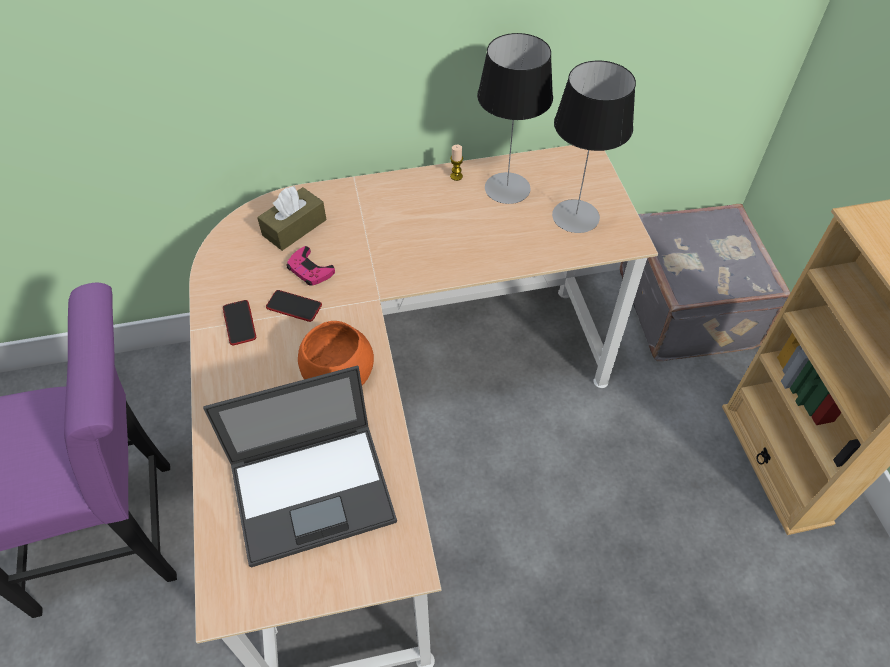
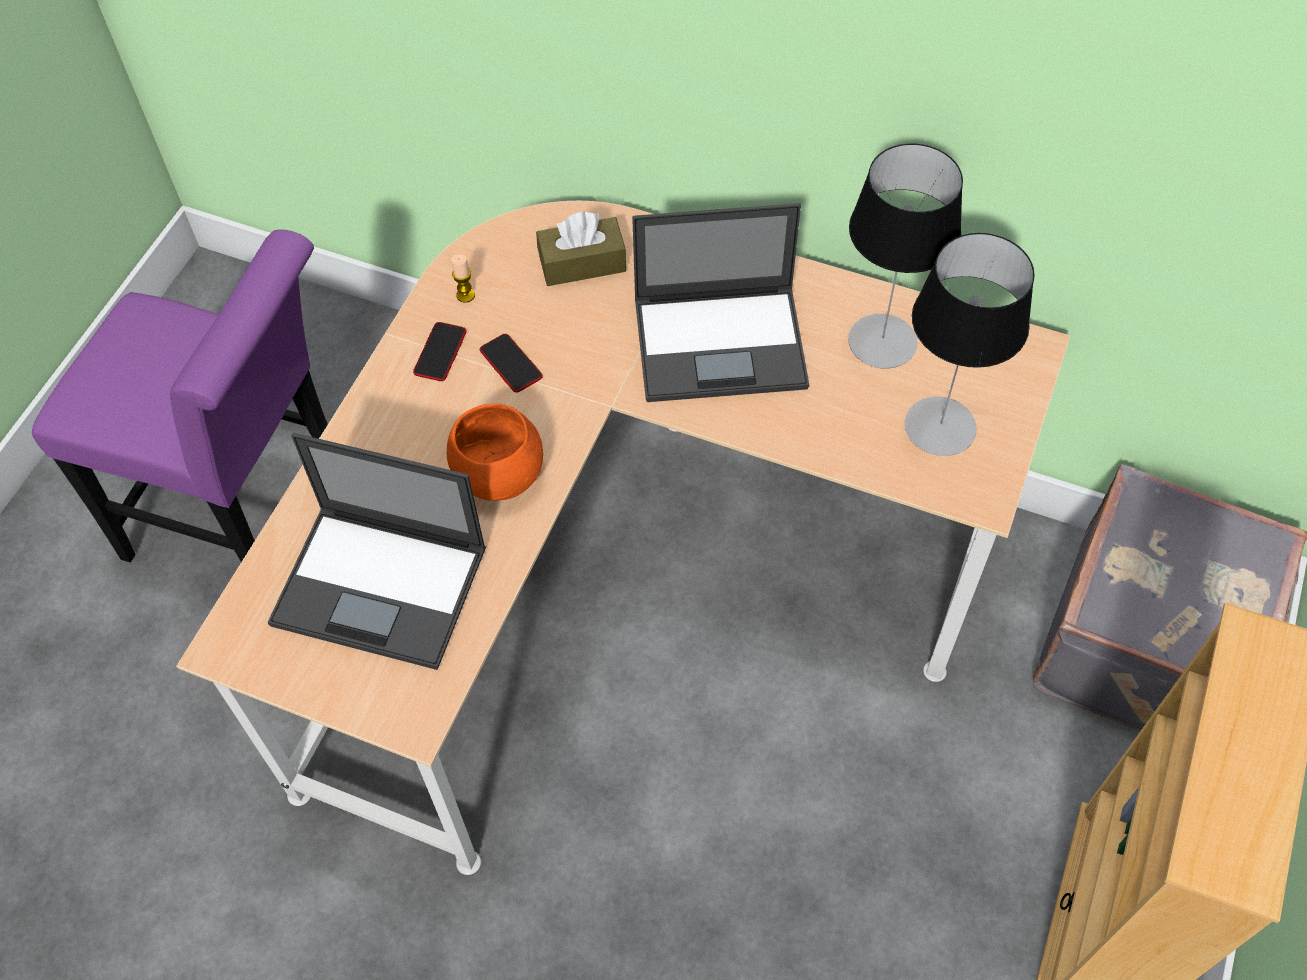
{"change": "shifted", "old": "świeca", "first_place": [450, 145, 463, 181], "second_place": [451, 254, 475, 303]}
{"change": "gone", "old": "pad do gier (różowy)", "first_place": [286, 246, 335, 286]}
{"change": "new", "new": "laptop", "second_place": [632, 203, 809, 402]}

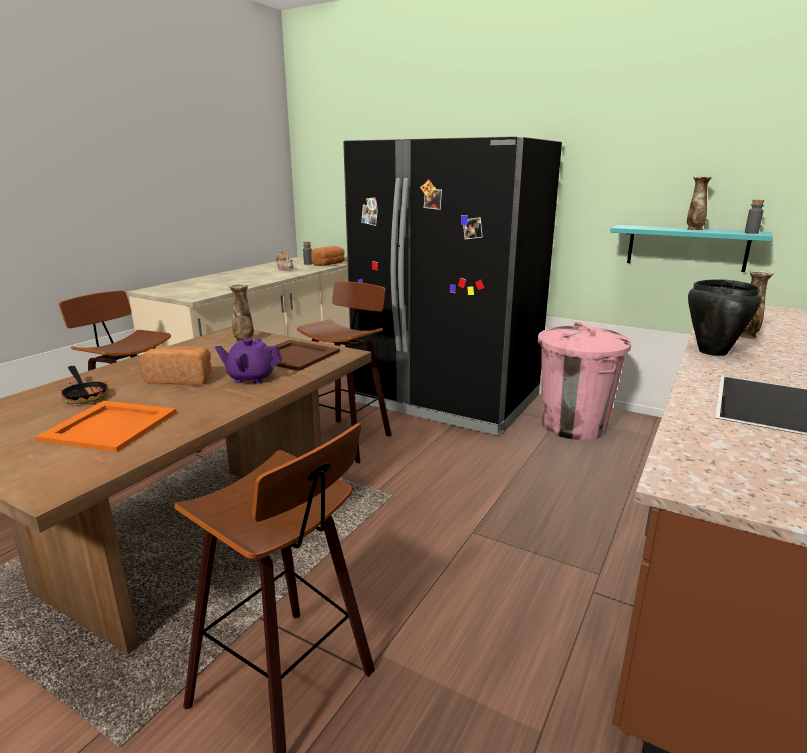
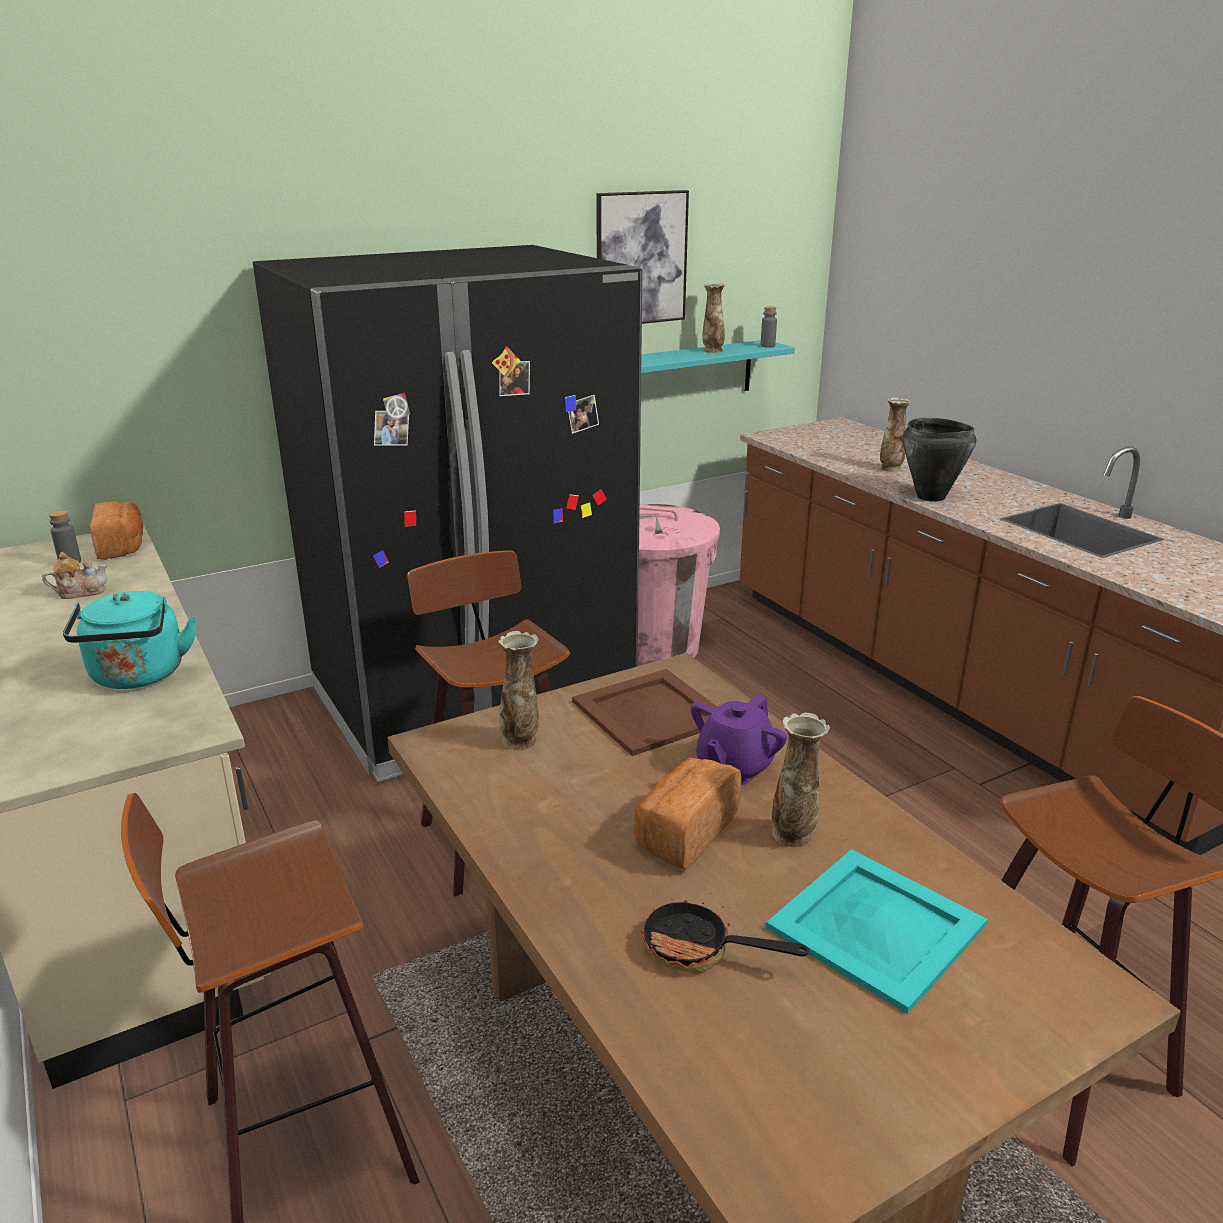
{"change": "rotated", "old": "patelnia", "first_place": [58, 366, 108, 404], "second_place": [641, 893, 809, 972], "degrees": -150}
{"change": "repainted", "old": "taca (pomarańczowy)", "new": "taca (turkusowy)", "first_place": [35, 401, 177, 452], "second_place": [766, 849, 988, 1014]}
{"change": "new", "new": "obraz", "second_place": [596, 190, 689, 324]}
{"change": "new", "new": "czajnik (turkusowy)", "second_place": [63, 591, 197, 689]}
{"change": "new", "new": "wazon", "second_place": [772, 713, 830, 848]}

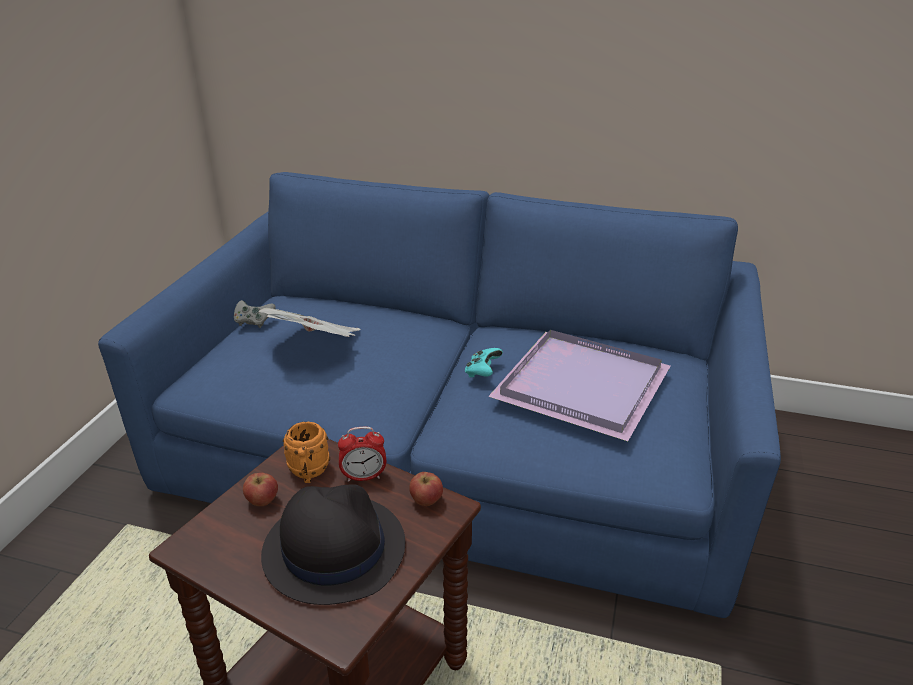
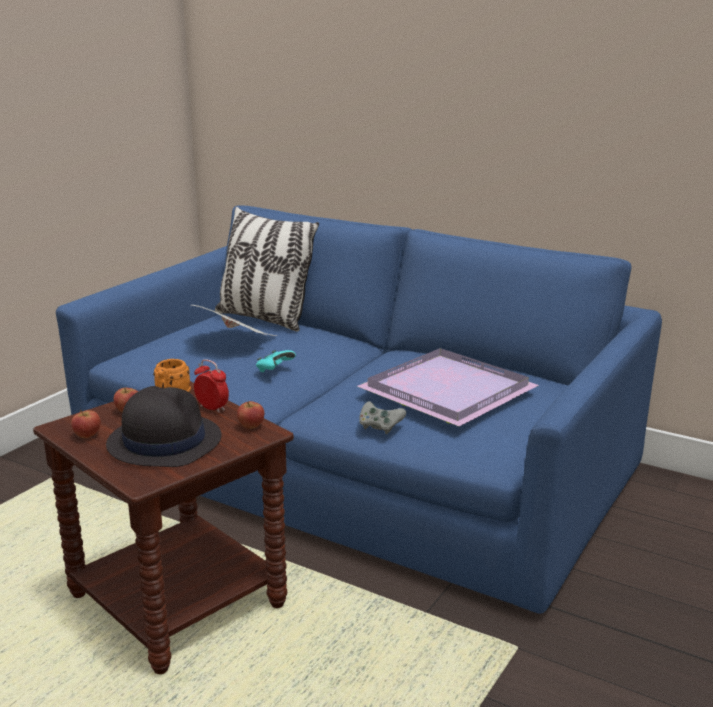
{"change": "shifted", "old": "pad do gier (szary)", "first_place": [234, 300, 276, 328], "second_place": [359, 401, 406, 434]}
{"change": "shifted", "old": "pad do gier (turkusowy)", "first_place": [465, 348, 503, 378], "second_place": [256, 350, 296, 372]}
{"change": "rotated", "old": "budzik", "first_place": [338, 427, 386, 482], "second_place": [194, 359, 229, 413], "degrees": -150}
{"change": "new", "new": "poduszka", "second_place": [215, 207, 319, 332]}
{"change": "new", "new": "jabłko", "second_place": [71, 410, 101, 438]}

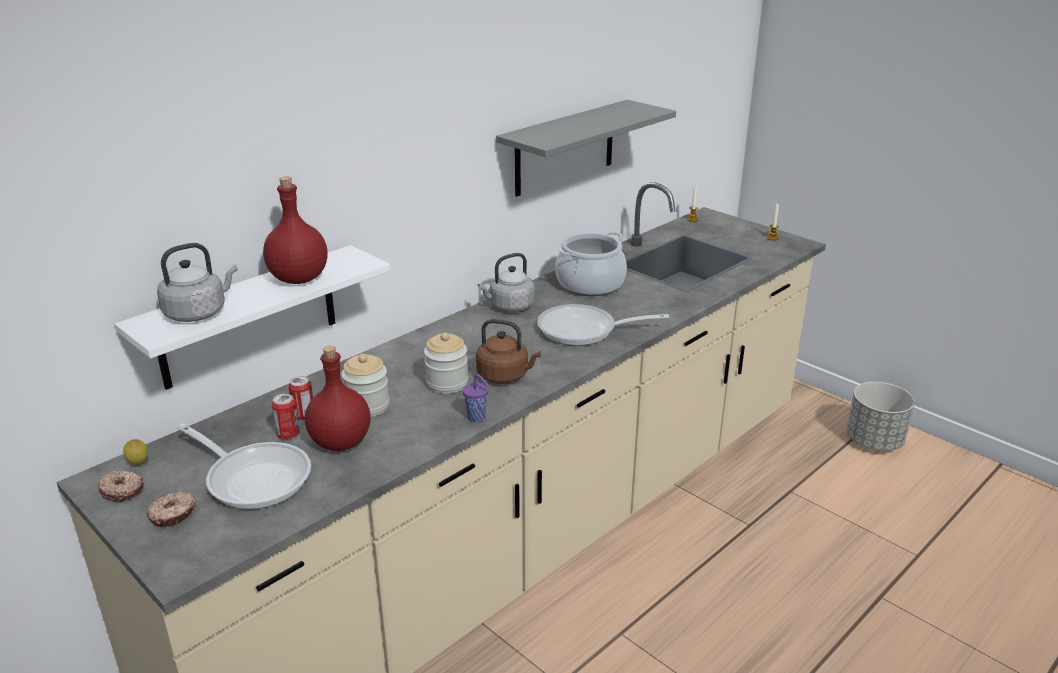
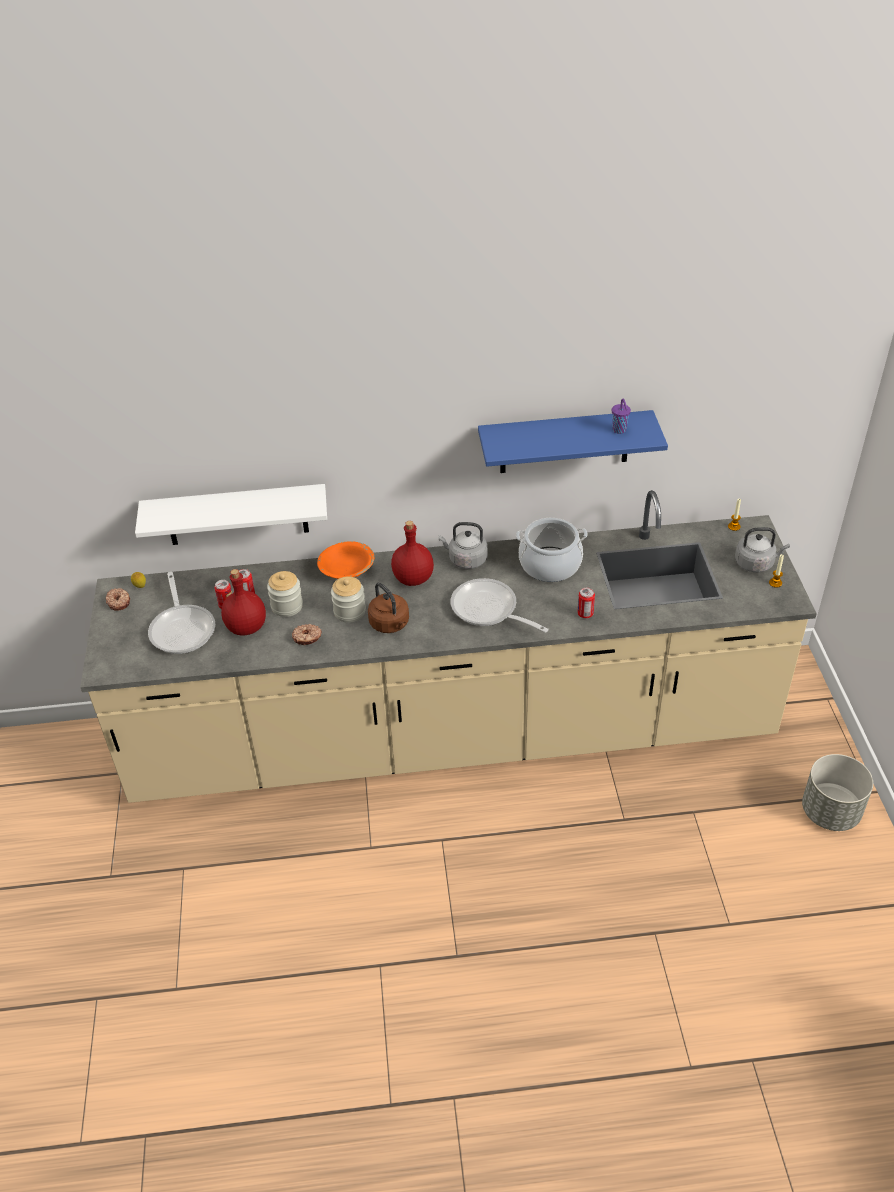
{"change": "repainted", "old": "półka (szary)", "new": "półka (niebieski)", "first_place": [496, 100, 676, 197], "second_place": [478, 410, 668, 473]}
{"change": "shifted", "old": "butelka (czerwony)", "first_place": [263, 176, 328, 284], "second_place": [391, 521, 434, 586]}
{"change": "shifted", "old": "czajnik (szary)", "first_place": [157, 243, 238, 322], "second_place": [735, 527, 790, 572]}
{"change": "shifted", "old": "filiżanka (fioletowy)", "first_place": [463, 374, 489, 422], "second_place": [612, 399, 631, 434]}
{"change": "shifted", "old": "donut", "first_place": [147, 492, 196, 527], "second_place": [292, 624, 322, 645]}
{"change": "new", "new": "miska (pomarańczowy)", "second_place": [317, 541, 374, 579]}
{"change": "new", "new": "puszka", "second_place": [577, 588, 595, 618]}

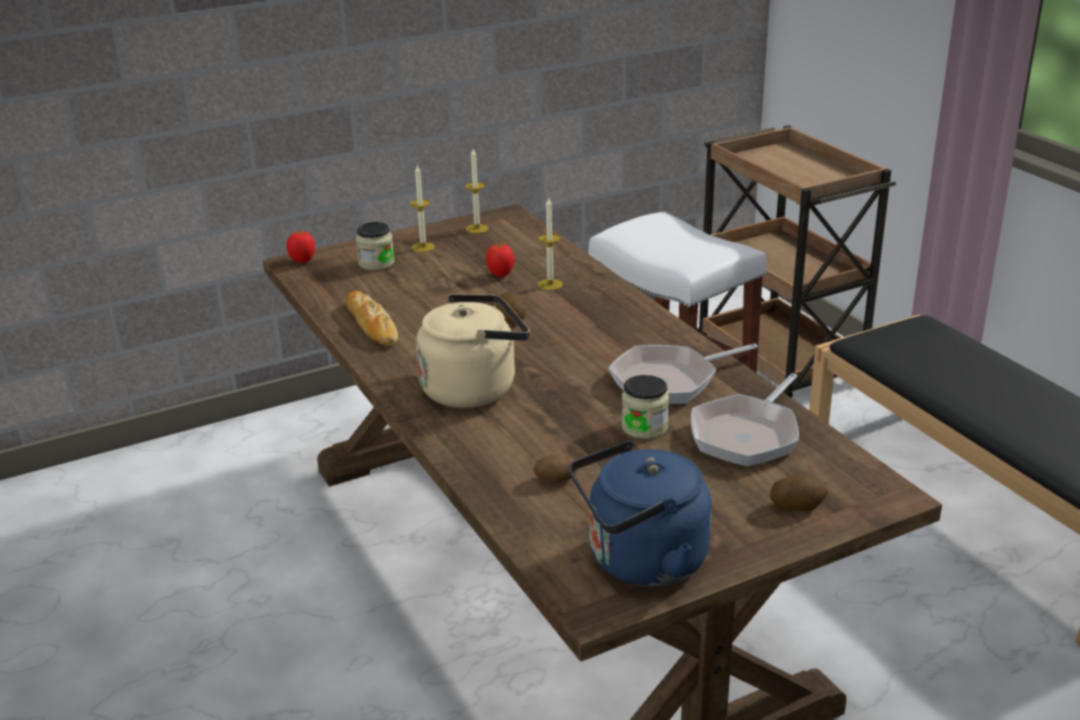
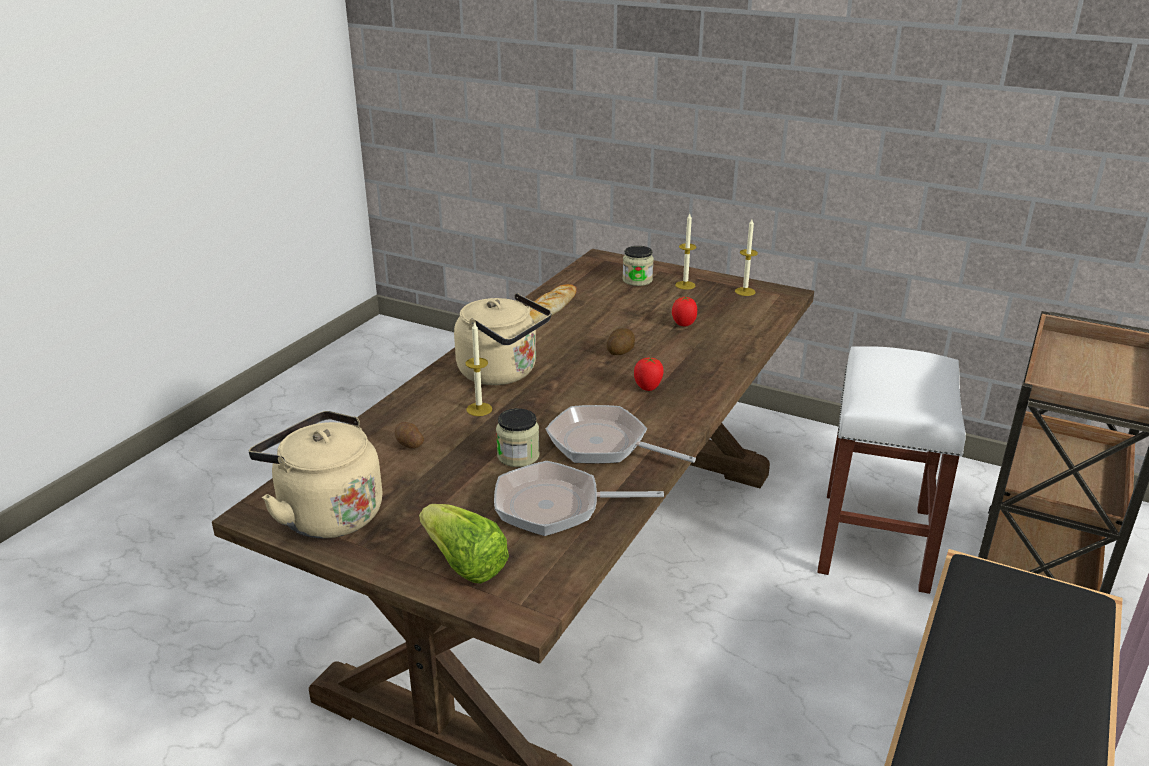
{"change": "shifted", "old": "świeca", "first_place": [538, 198, 563, 290], "second_place": [465, 321, 492, 416]}
{"change": "shifted", "old": "pomidor", "first_place": [287, 231, 315, 263], "second_place": [634, 357, 664, 391]}
{"change": "repainted", "old": "czajnik (niebieski)", "new": "czajnik (beżowy)", "first_place": [569, 440, 712, 587], "second_place": [249, 411, 382, 538]}
{"change": "swapped", "old": "ziemniak", "new": "sałata", "first_place": [770, 474, 828, 511], "second_place": [419, 504, 509, 584]}

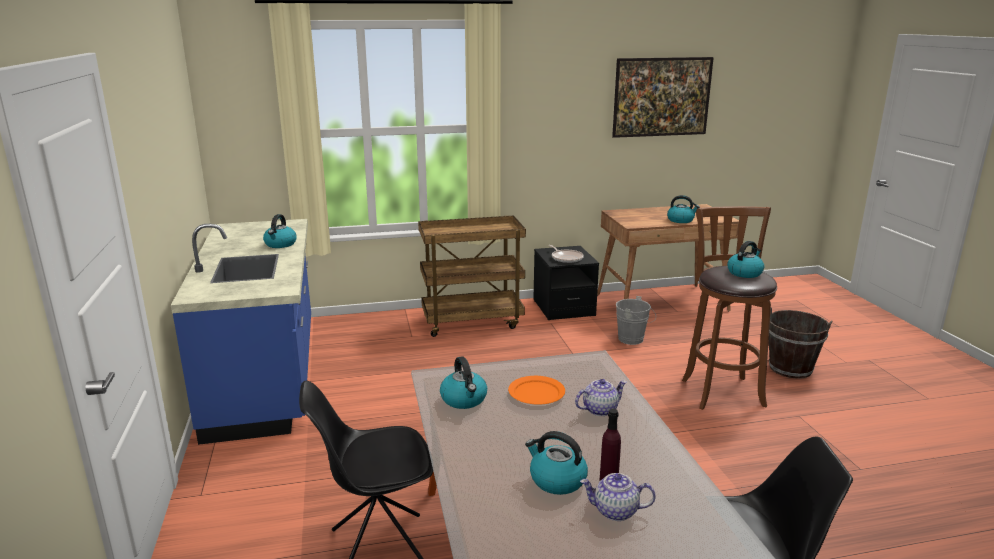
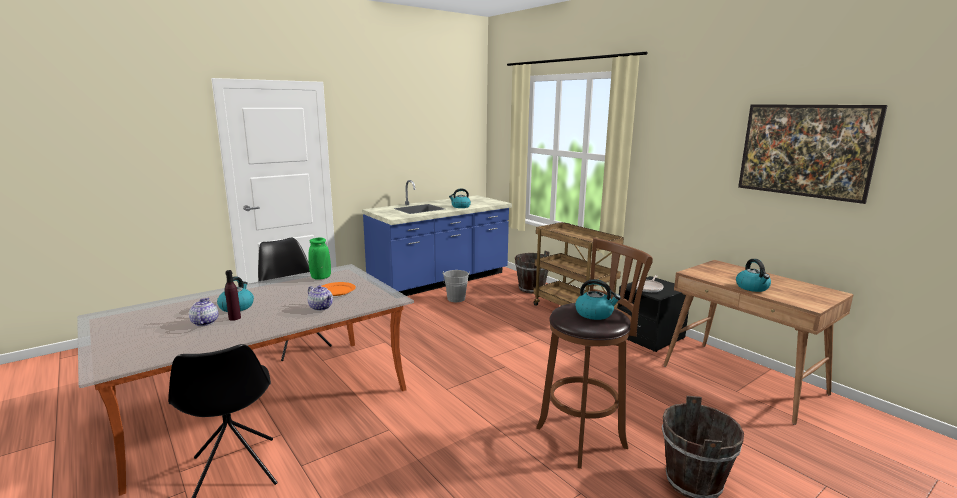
{"change": "shifted", "old": "wiadro (szary)", "first_place": [616, 296, 656, 345], "second_place": [443, 270, 470, 302]}
{"change": "swapped", "old": "czajnik", "new": "wazon (zielony)", "first_place": [440, 356, 487, 409], "second_place": [308, 238, 331, 280]}
{"change": "new", "new": "wiadro (brązowy)", "second_place": [515, 251, 550, 293]}

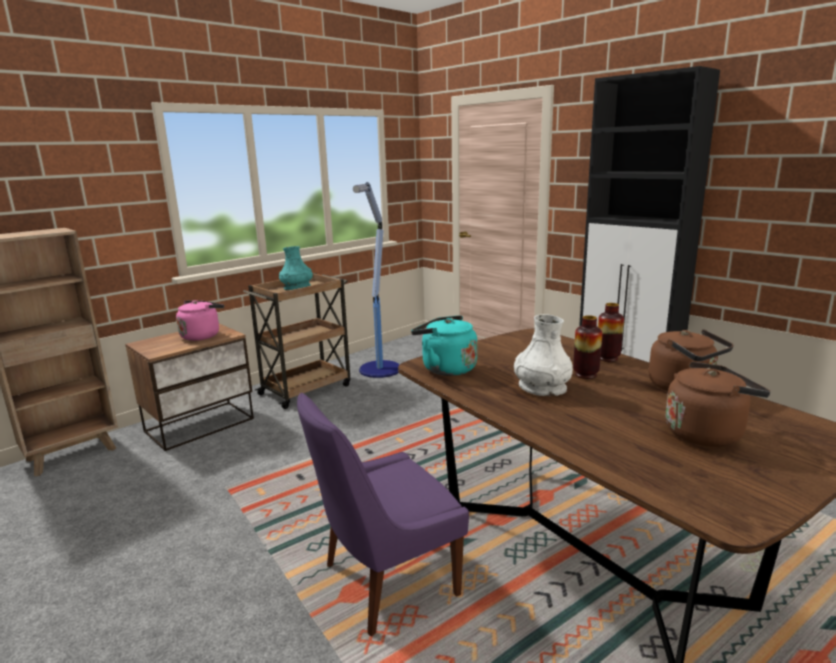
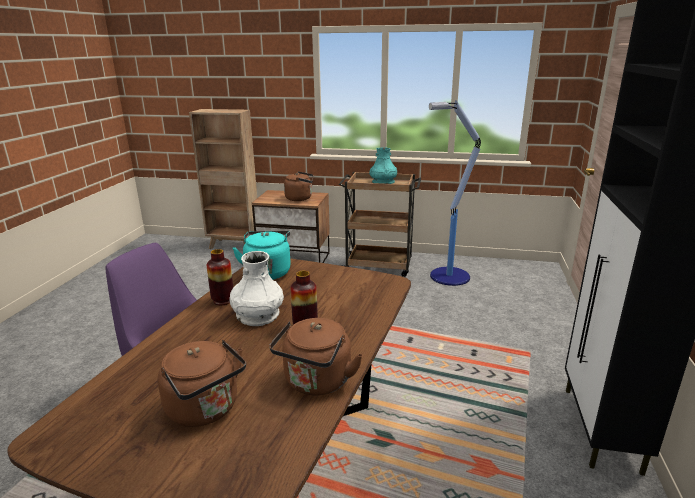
{"change": "repainted", "old": "czajnik (różowy)", "new": "czajnik (brązowy)", "first_place": [176, 300, 224, 341], "second_place": [284, 171, 313, 201]}
{"change": "shifted", "old": "wazon", "first_place": [598, 303, 624, 362], "second_place": [206, 249, 233, 305]}

